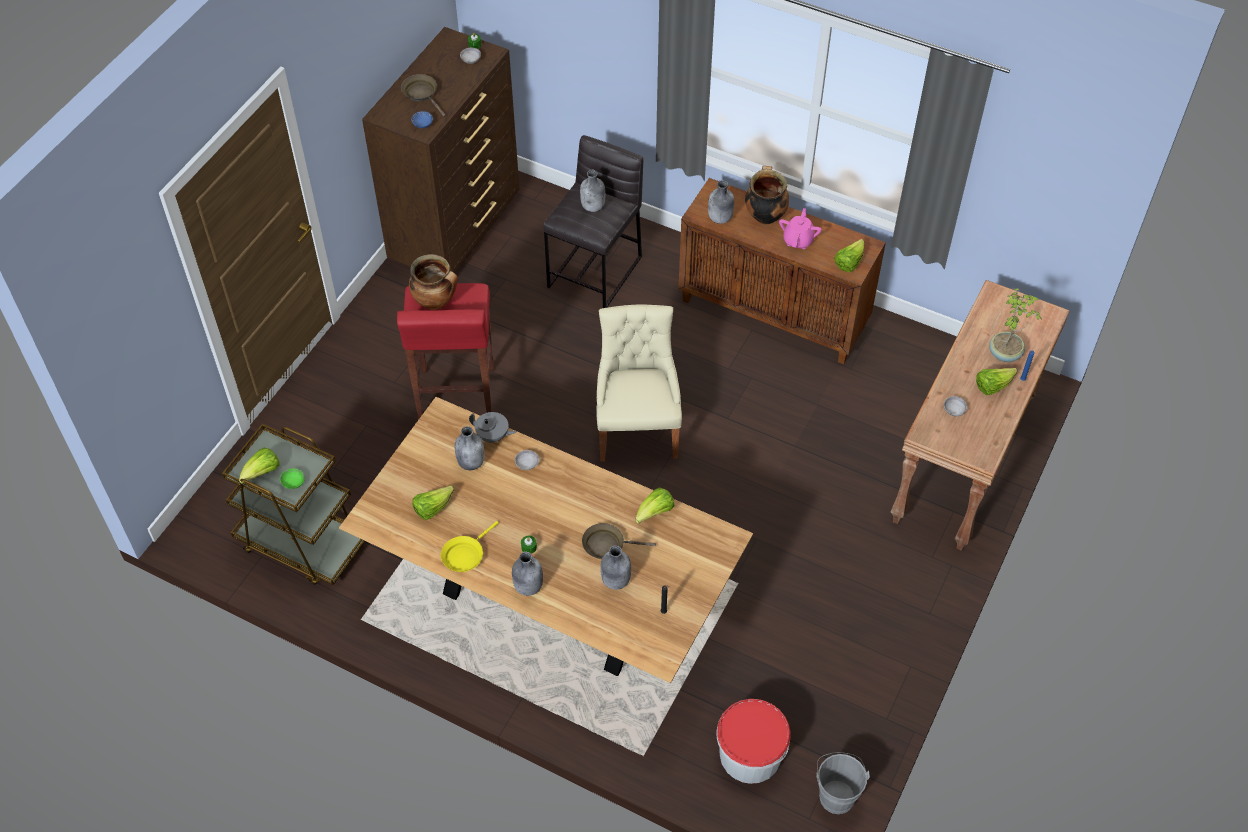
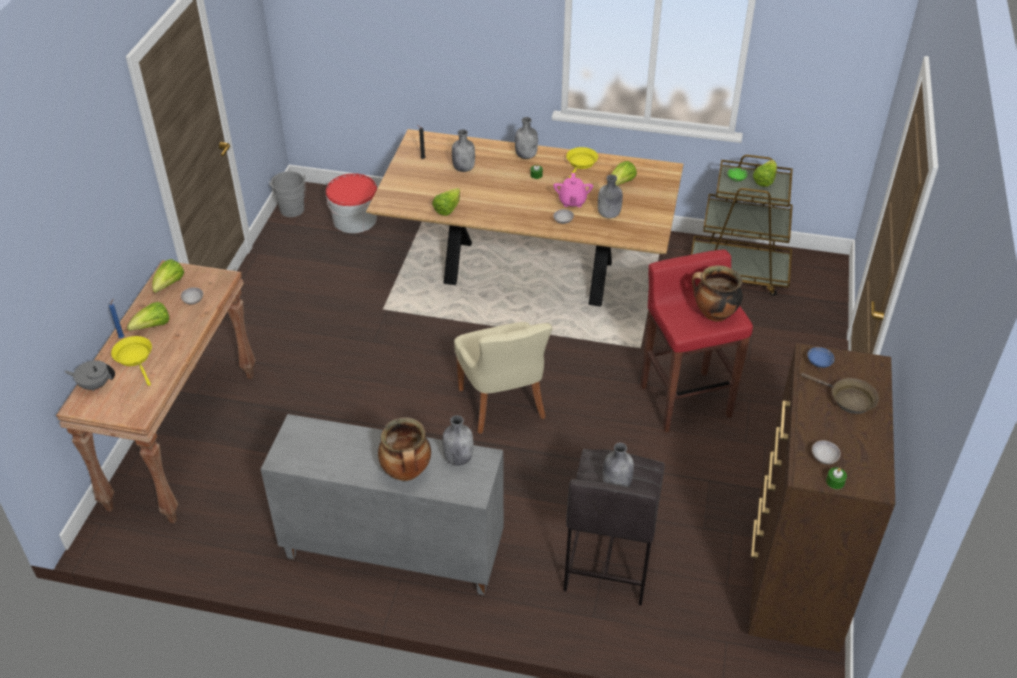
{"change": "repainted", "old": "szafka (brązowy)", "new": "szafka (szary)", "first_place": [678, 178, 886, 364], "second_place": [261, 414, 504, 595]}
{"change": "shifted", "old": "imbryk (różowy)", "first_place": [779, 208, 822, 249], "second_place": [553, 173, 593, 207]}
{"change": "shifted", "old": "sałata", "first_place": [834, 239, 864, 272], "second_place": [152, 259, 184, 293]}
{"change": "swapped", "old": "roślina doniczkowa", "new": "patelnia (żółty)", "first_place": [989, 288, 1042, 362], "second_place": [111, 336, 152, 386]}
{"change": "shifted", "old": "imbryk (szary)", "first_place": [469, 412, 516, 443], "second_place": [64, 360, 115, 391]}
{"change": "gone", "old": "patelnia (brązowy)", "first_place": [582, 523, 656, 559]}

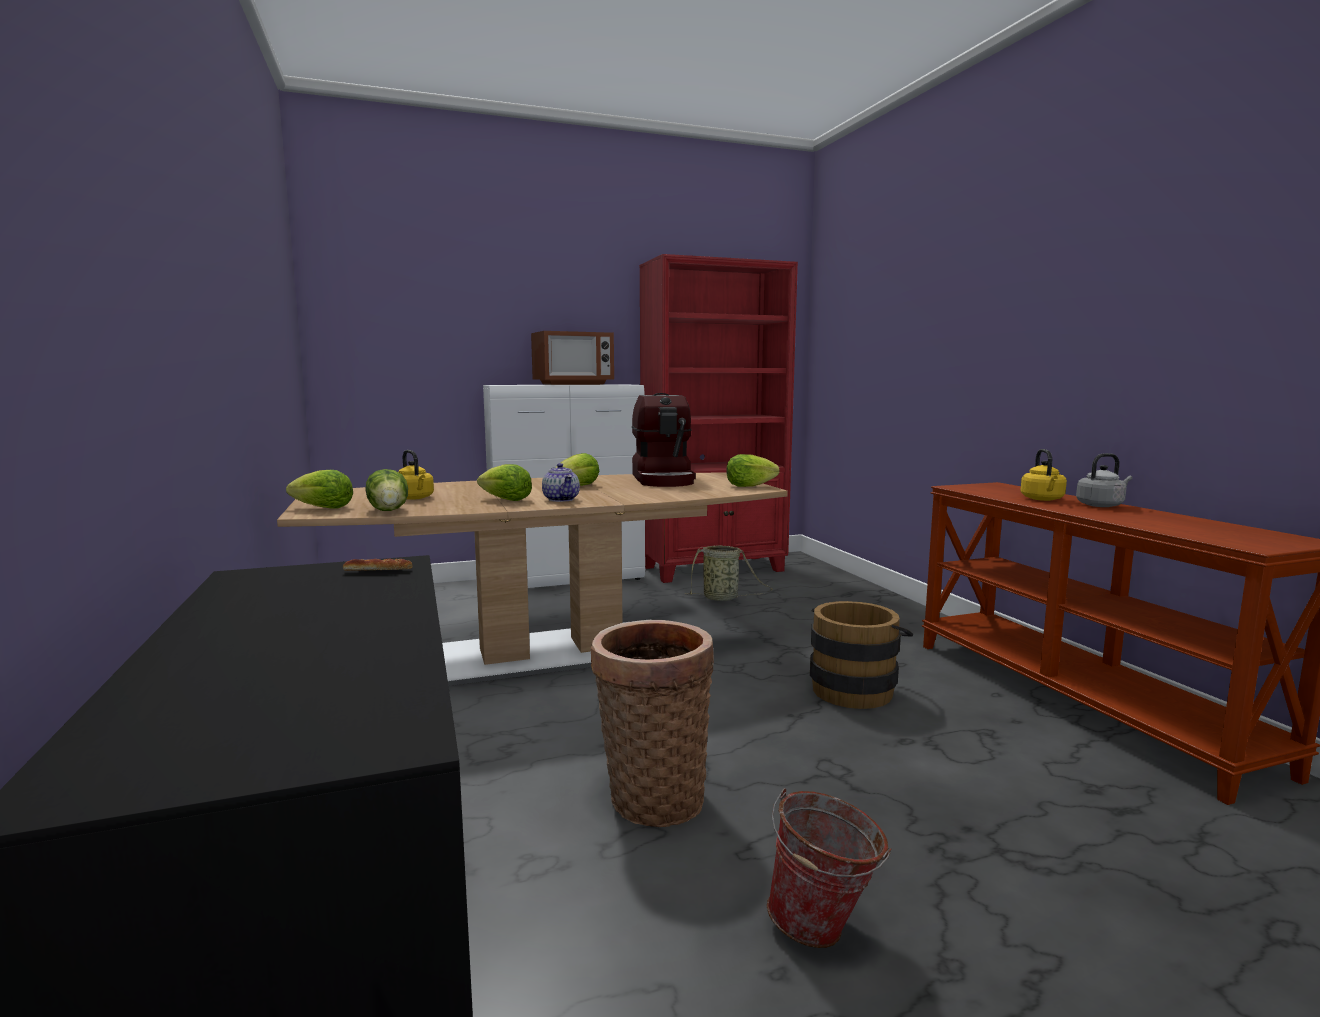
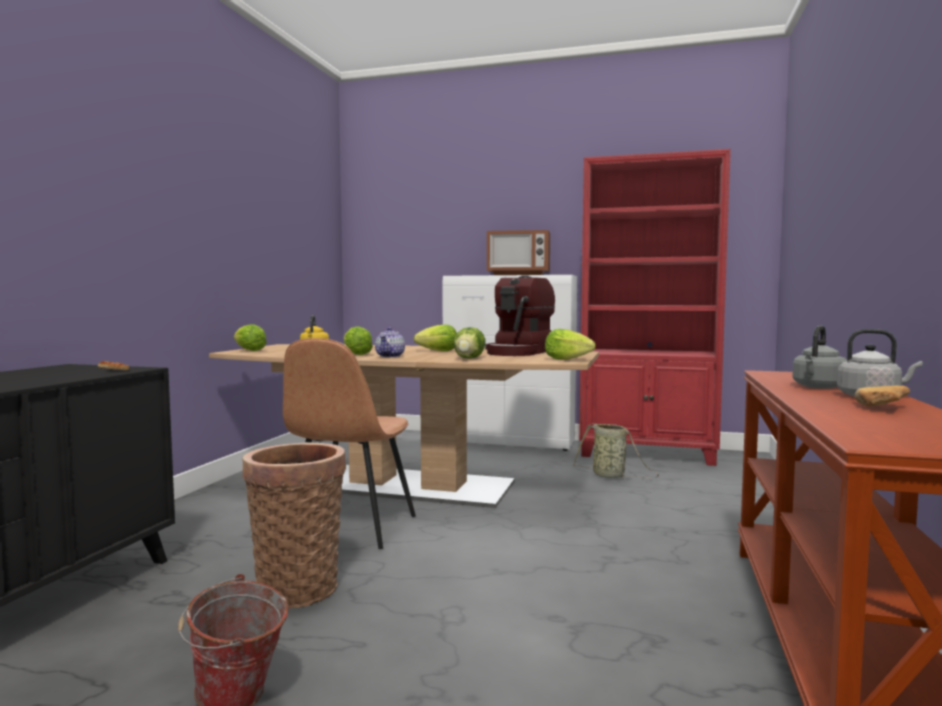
{"change": "repainted", "old": "czajnik (żółty)", "new": "czajnik (szary)", "first_place": [1020, 449, 1067, 501], "second_place": [792, 325, 847, 389]}
{"change": "shifted", "old": "sałata", "first_place": [365, 469, 408, 511], "second_place": [454, 327, 486, 358]}
{"change": "gone", "old": "wiadro (brązowy)", "first_place": [810, 601, 913, 709]}
{"change": "new", "new": "krzesło (brązowy)", "second_place": [283, 338, 416, 549]}
{"change": "new", "new": "chleb", "second_place": [854, 386, 910, 407]}

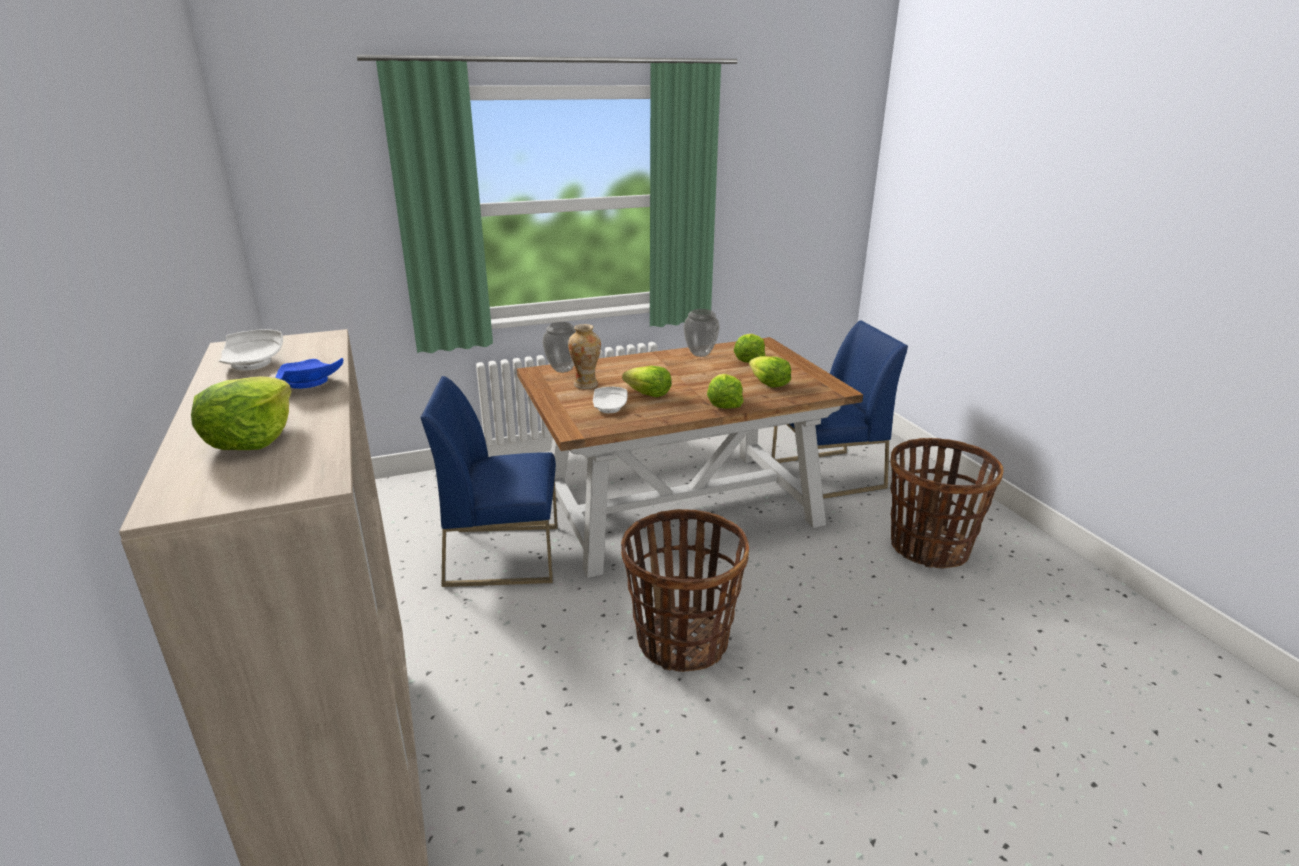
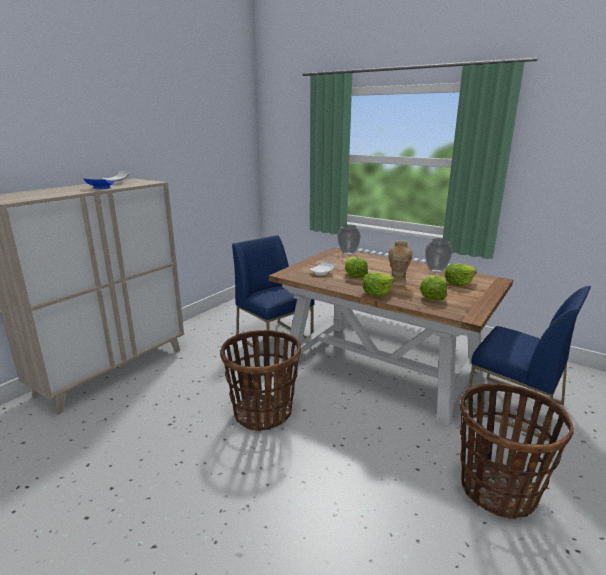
{"change": "shifted", "old": "wazon", "first_place": [568, 324, 601, 389], "second_place": [388, 240, 412, 286]}
{"change": "gone", "old": "sałata", "first_place": [191, 376, 291, 450]}

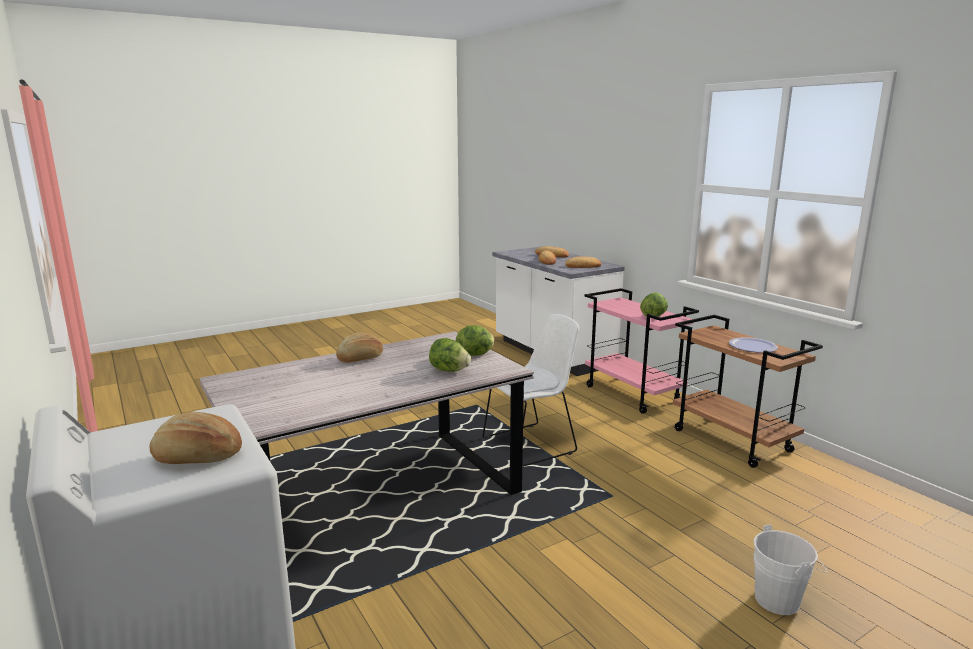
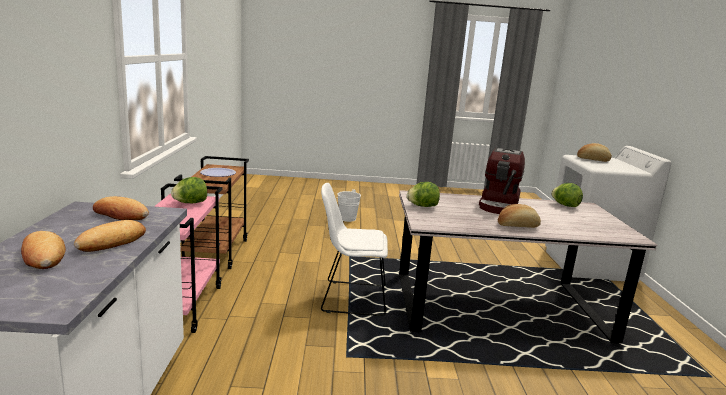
{"change": "shifted", "old": "sałata", "first_place": [429, 338, 471, 372], "second_place": [551, 183, 583, 207]}
{"change": "new", "new": "ekspres do kawy", "second_place": [479, 148, 525, 214]}

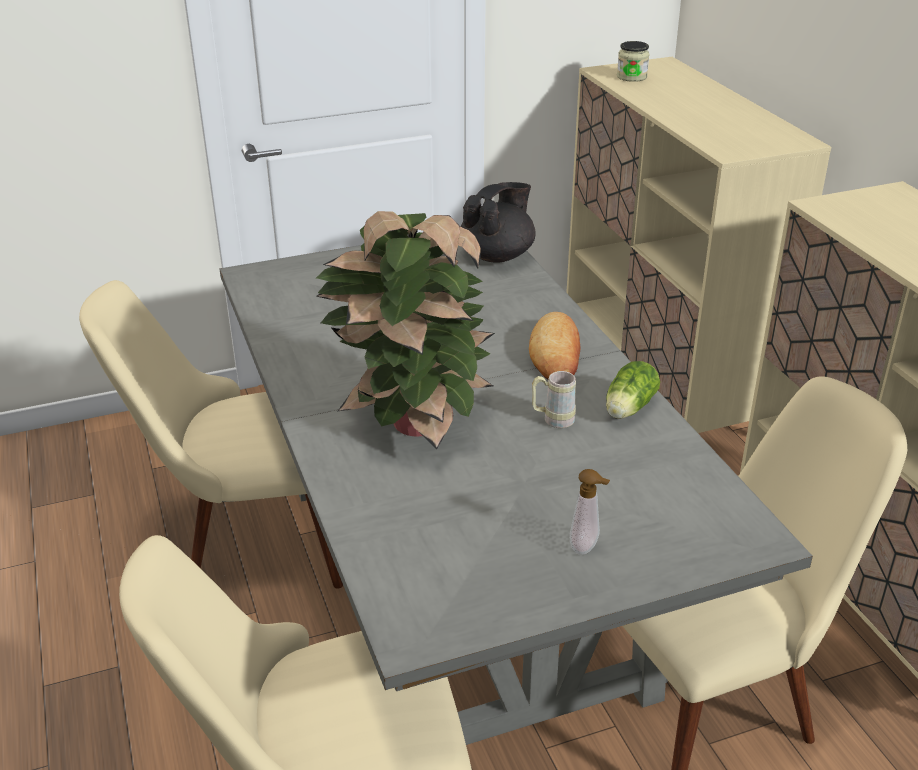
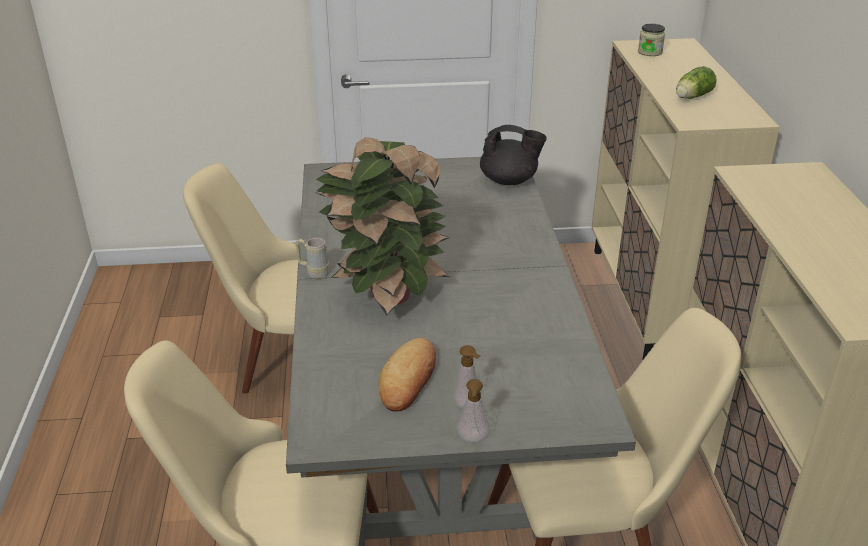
{"change": "rotated", "old": "imbryk (czarny)", "first_place": [461, 182, 536, 263], "second_place": [480, 125, 547, 185], "degrees": 45}
{"change": "shifted", "old": "chleb", "first_place": [529, 312, 580, 380], "second_place": [379, 338, 436, 412]}
{"change": "shifted", "old": "sałata", "first_place": [606, 361, 660, 419], "second_place": [676, 66, 717, 99]}
{"change": "shifted", "old": "kubek (beżowy)", "first_place": [532, 371, 576, 428], "second_place": [296, 238, 329, 279]}
{"change": "new", "new": "dozownik mydła", "second_place": [457, 379, 490, 442]}

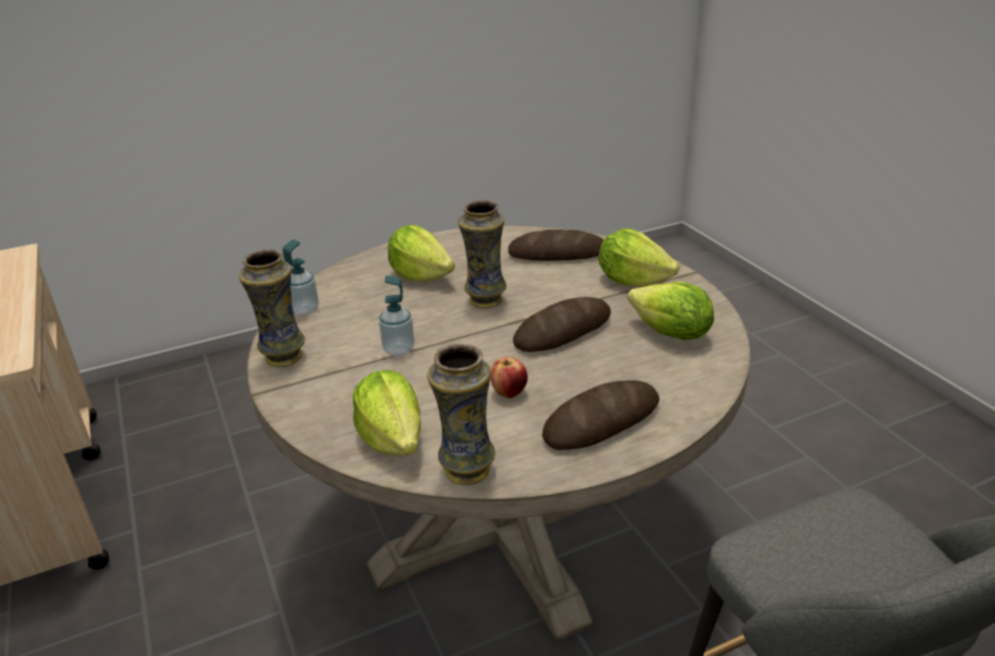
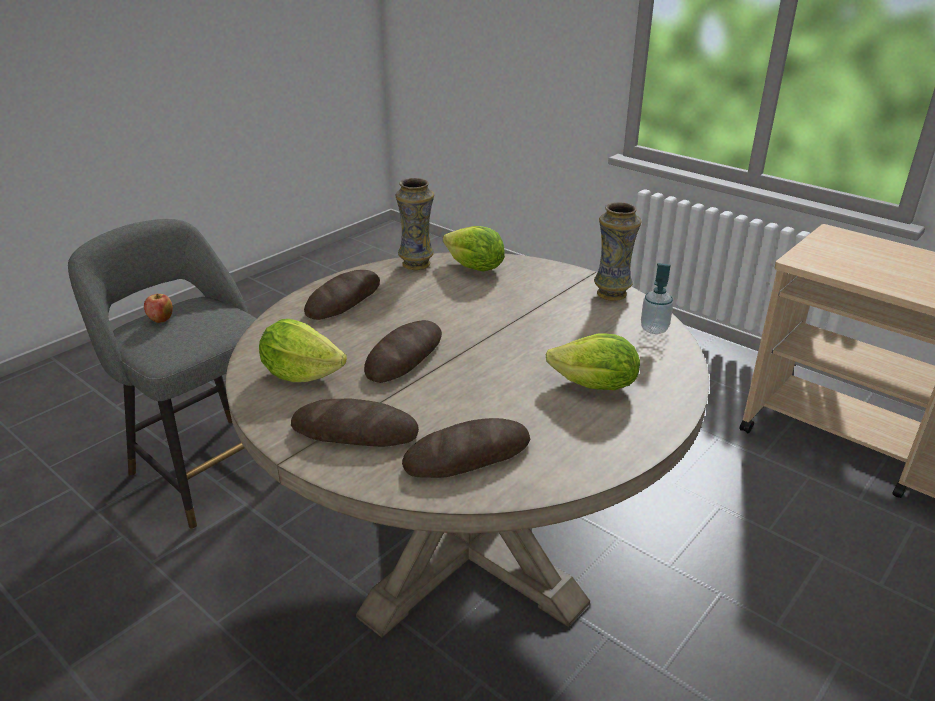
{"change": "gone", "old": "wazon", "first_place": [458, 200, 506, 308]}
{"change": "swapped", "old": "sałata", "new": "chleb", "first_place": [598, 229, 680, 287], "second_place": [291, 398, 419, 447]}
{"change": "gone", "old": "dozownik mydła", "first_place": [379, 275, 415, 356]}
{"change": "shifted", "old": "jabłko", "first_place": [490, 357, 528, 398], "second_place": [144, 294, 173, 323]}

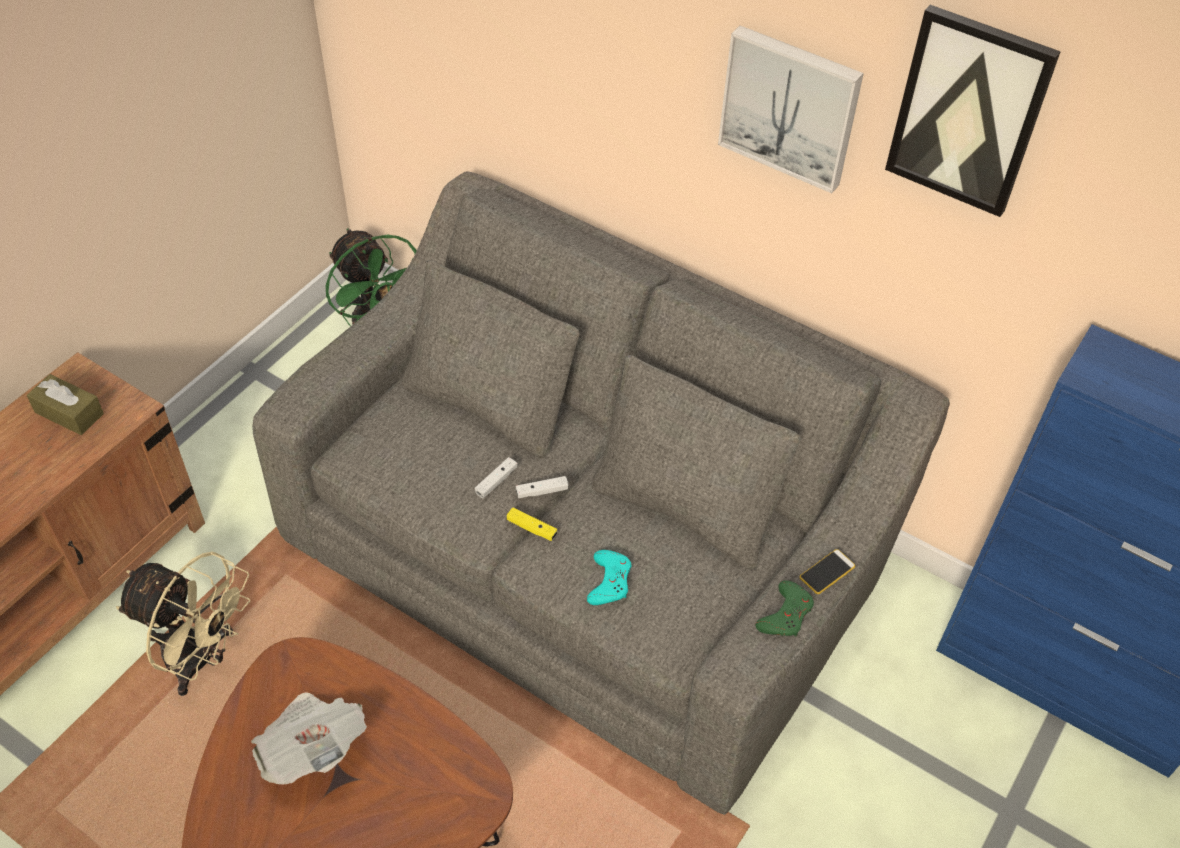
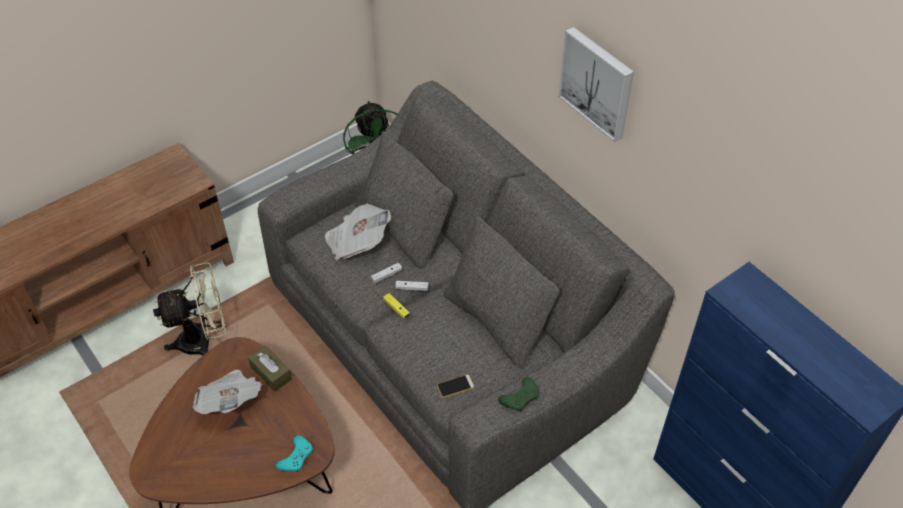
{"change": "gone", "old": "obraz", "first_place": [885, 5, 1061, 217]}
{"change": "shifted", "old": "pudełko chusteczek (brązowy)", "first_place": [27, 374, 104, 435], "second_place": [248, 345, 292, 392]}
{"change": "shifted", "old": "telefon", "first_place": [800, 549, 855, 594], "second_place": [437, 374, 475, 398]}
{"change": "shifted", "old": "pad do gier (turkusowy)", "first_place": [587, 550, 631, 605], "second_place": [276, 436, 313, 471]}
{"change": "rotated", "old": "wentylator (beżowy)", "first_place": [116, 552, 250, 696], "second_place": [153, 262, 226, 355], "degrees": -60}
{"change": "new", "new": "gazeta", "second_place": [325, 204, 391, 260]}

